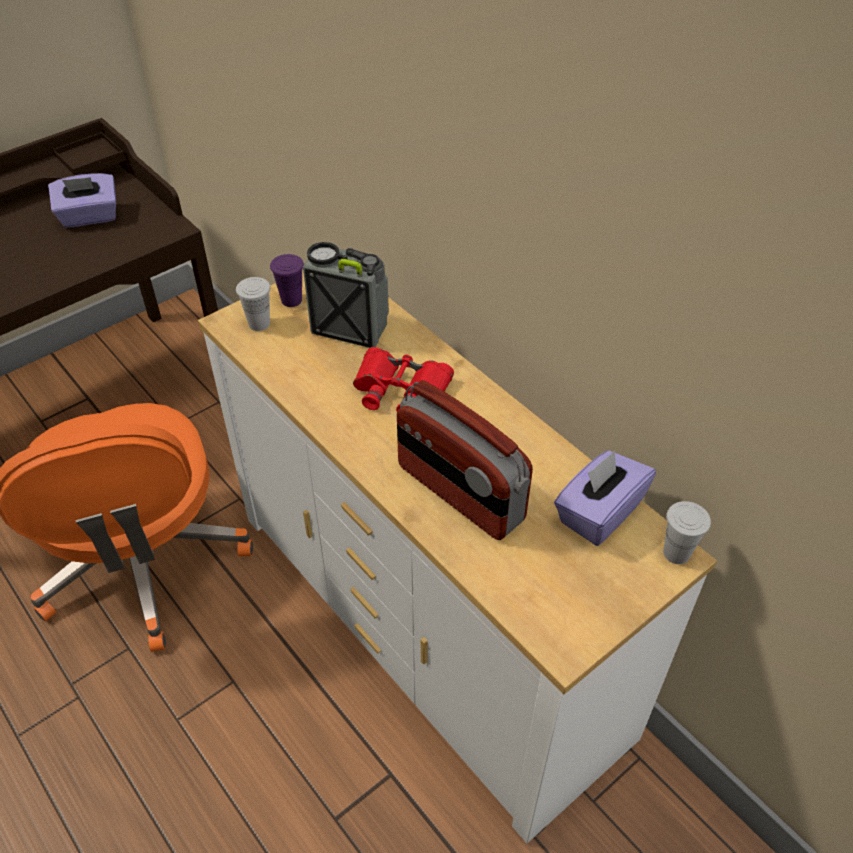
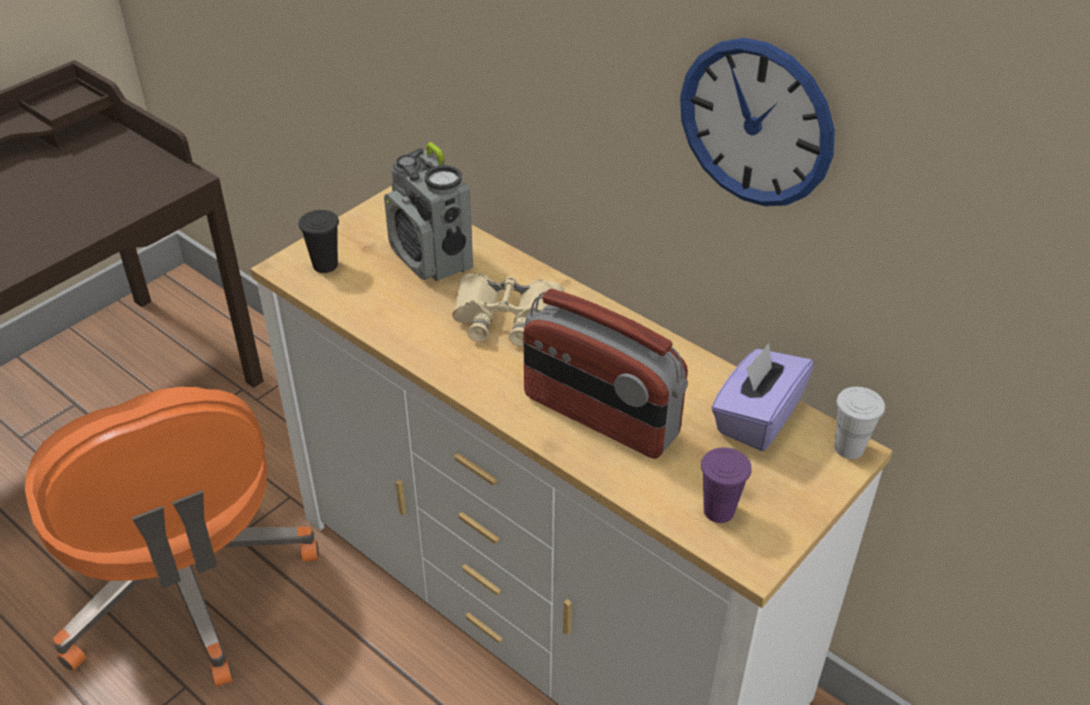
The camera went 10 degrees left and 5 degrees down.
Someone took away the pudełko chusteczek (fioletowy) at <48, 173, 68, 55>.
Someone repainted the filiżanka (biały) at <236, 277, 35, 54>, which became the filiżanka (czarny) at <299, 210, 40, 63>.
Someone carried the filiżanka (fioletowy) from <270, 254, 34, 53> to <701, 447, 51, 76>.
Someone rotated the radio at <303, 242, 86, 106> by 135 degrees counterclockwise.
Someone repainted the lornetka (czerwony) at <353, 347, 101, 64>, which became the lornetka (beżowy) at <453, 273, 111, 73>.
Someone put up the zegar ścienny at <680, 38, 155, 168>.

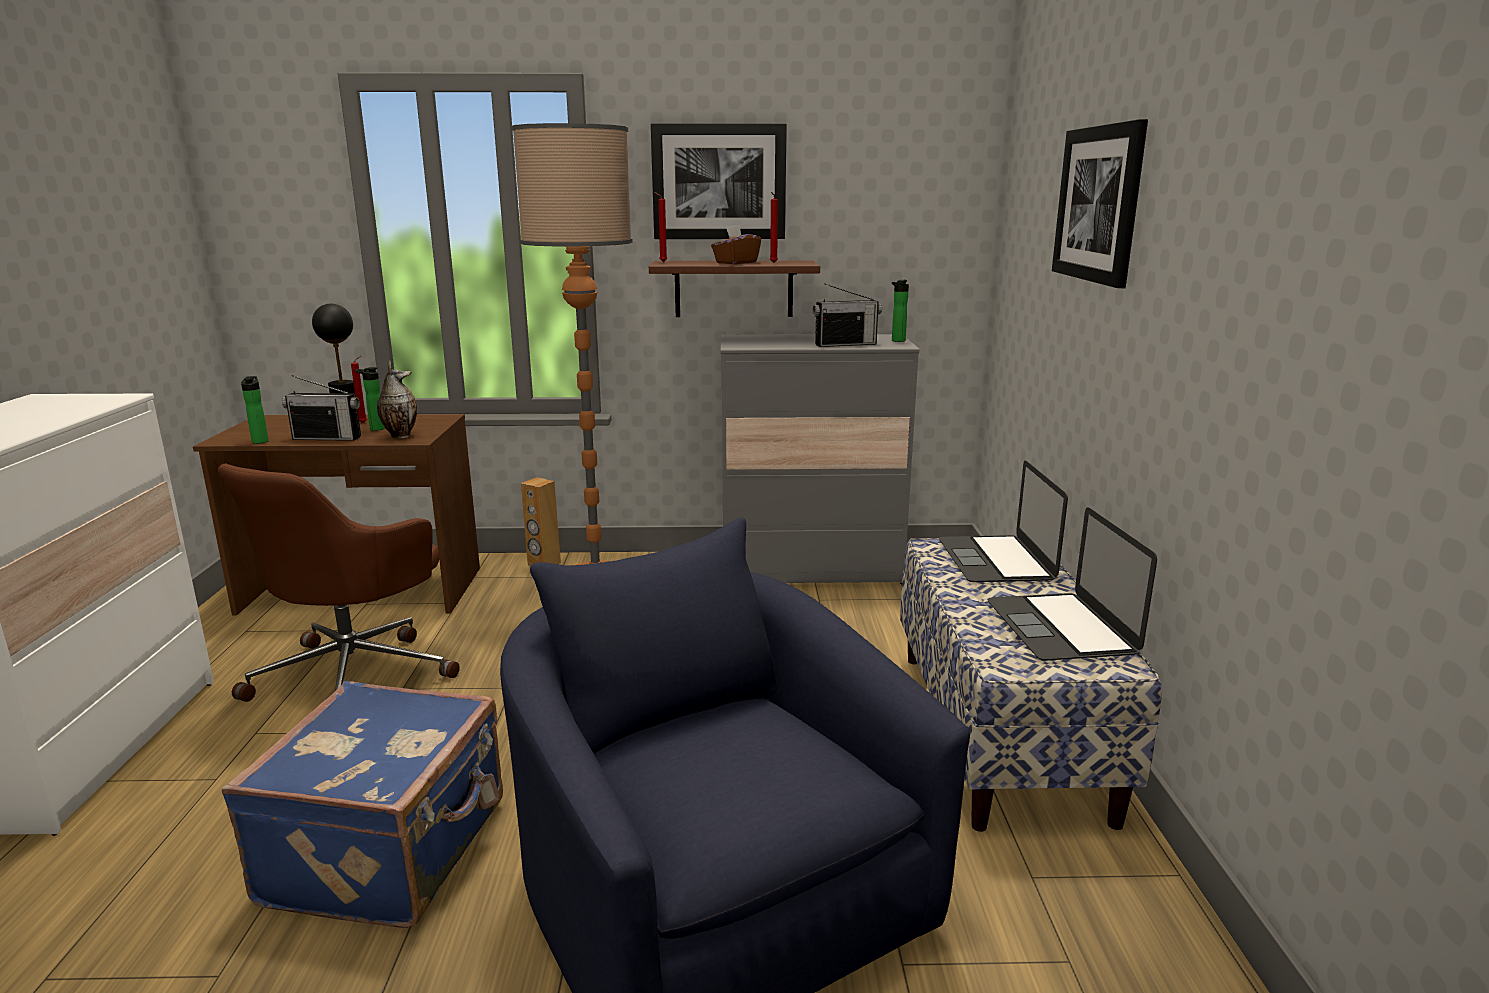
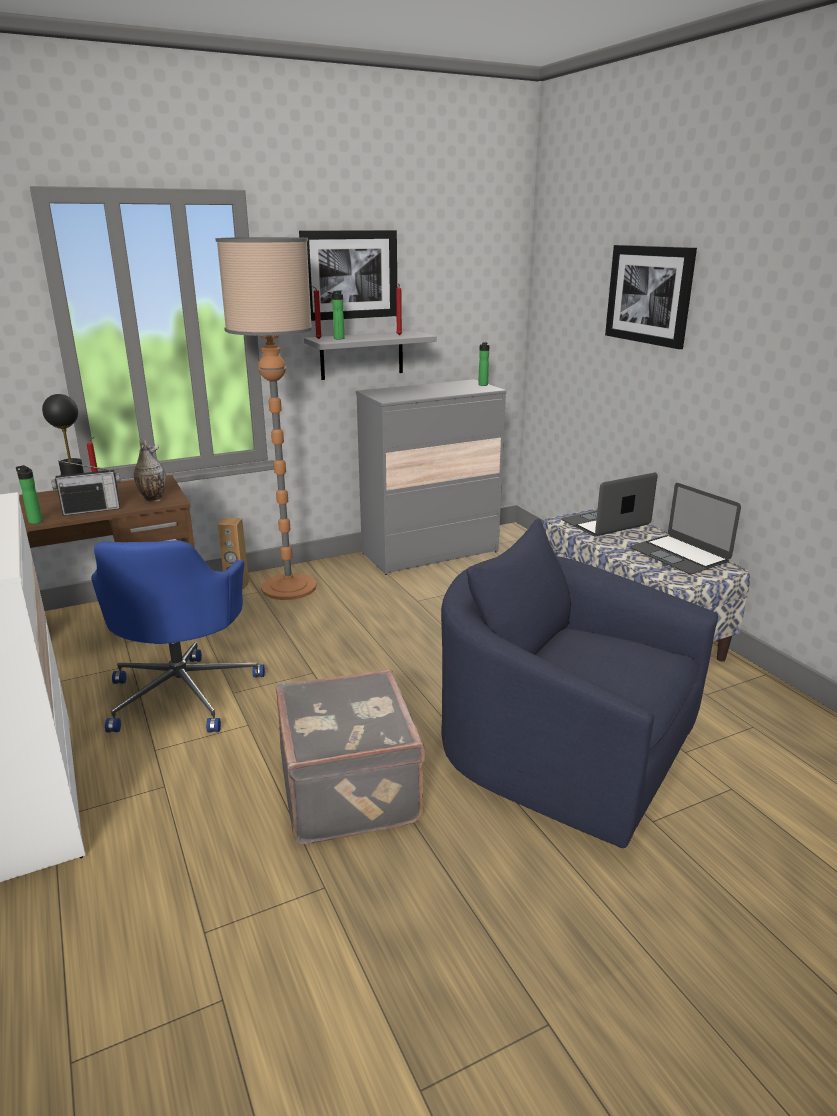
The camera went 25 degrees left and 5 degrees up.
Someone repainted the krzesło biurowe (brązowy) at <218, 464, 242, 238>, which became the krzesło biurowe (niebieski) at <91, 540, 174, 192>.
Someone repainted the walizka (niebieski) at <222, 681, 281, 247>, which became the walizka (szary) at <276, 669, 149, 175>.
Someone carried the butelka from <355, 367, 30, 64> to <328, 290, 17, 49>.
Someone repainted the półka (brązowy) at <649, 261, 171, 56>, which became the półka (szary) at <304, 331, 133, 49>.
Someone took away the pudełko chusteczek (brązowy) at <711, 225, 50, 39>.
Someone took away the radio at <812, 283, 70, 64>.
Someone rotated the laptop at <939, 461, 129, 121> by 90 degrees clockwise.

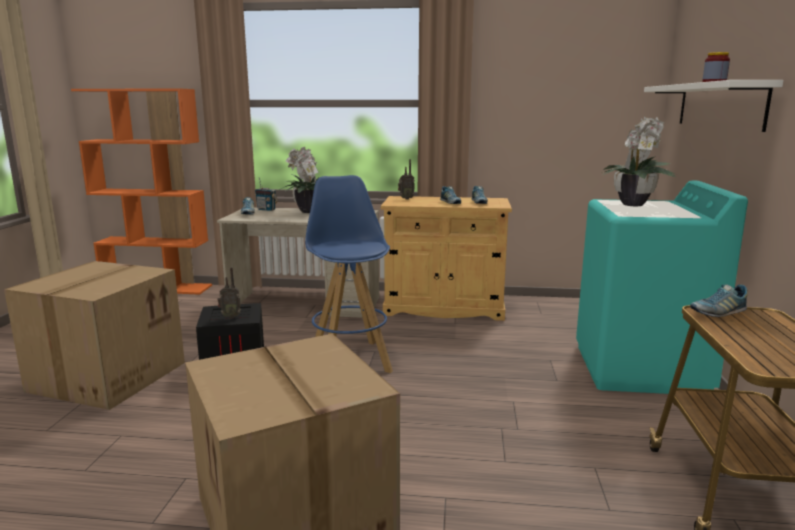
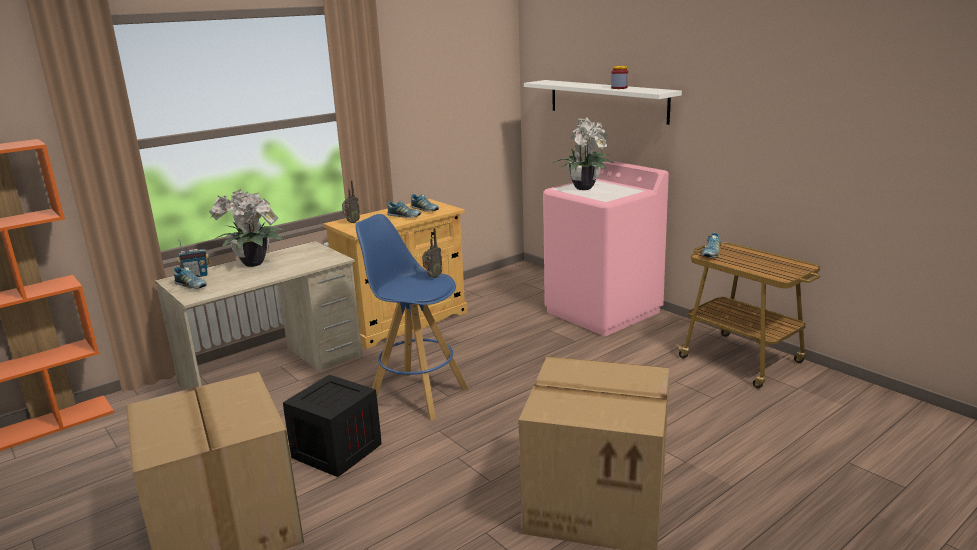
The camera went 45 degrees left and 5 degrees up.
Someone carried the radio from <218, 267, 23, 51> to <422, 228, 21, 50>.
Someone repainted the pralka (turkusowy) at <576, 181, 172, 213>, which became the pralka (różowy) at <543, 161, 126, 175>.

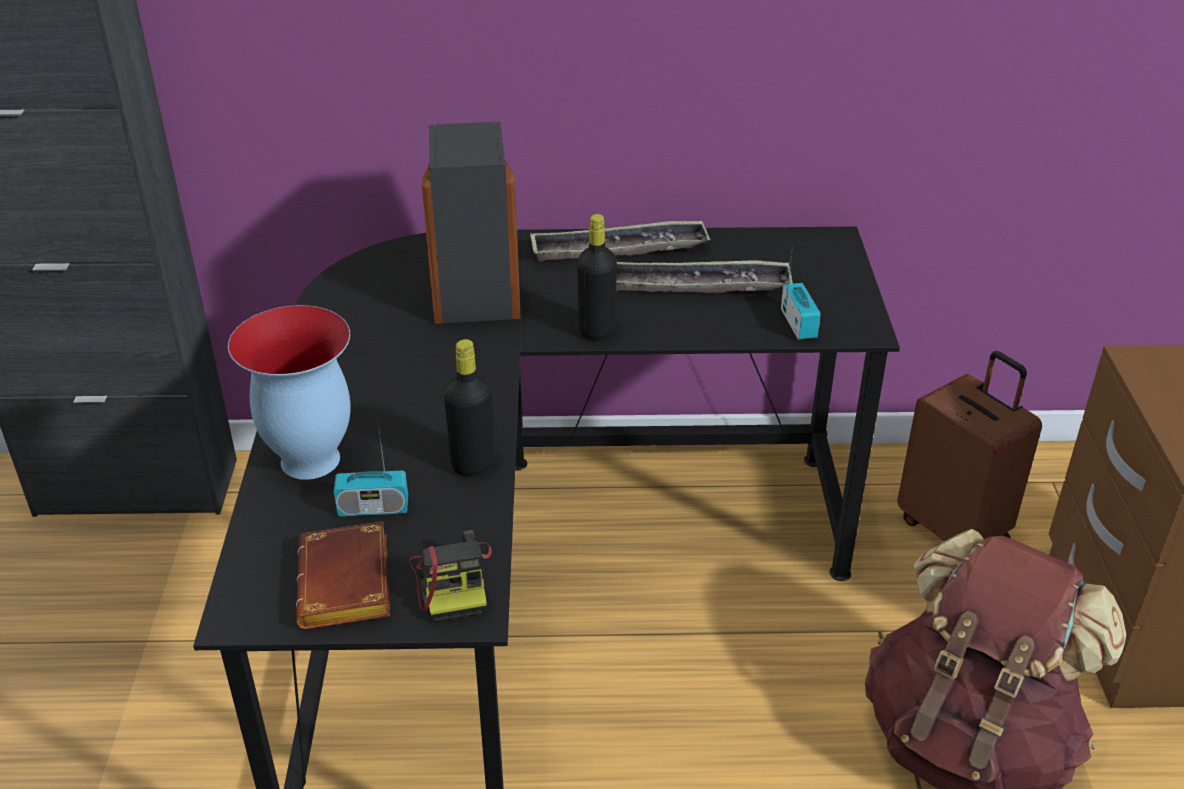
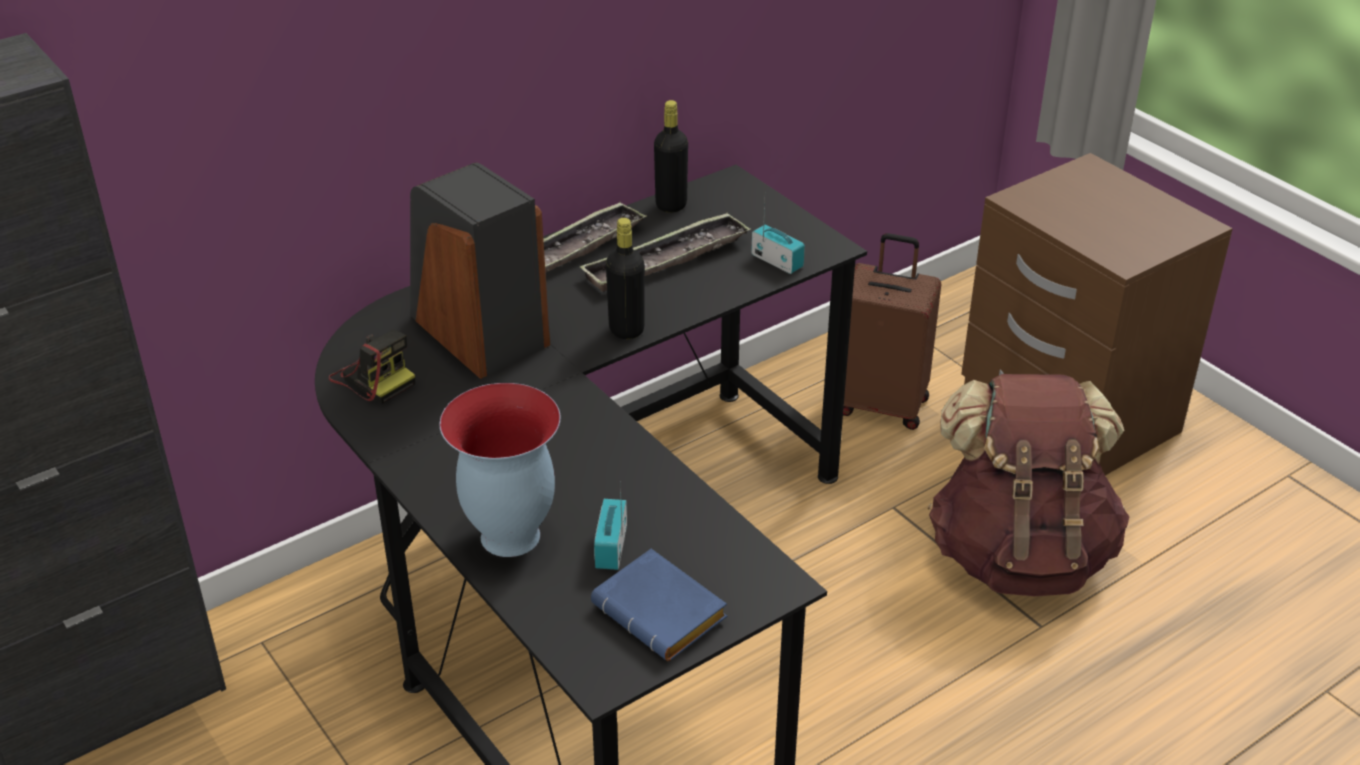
The camera went 35 degrees left and 0 degrees up.
Someone repainted the książka (brązowy) at <296, 521, 94, 108>, which became the książka (niebieski) at <591, 549, 136, 112>.
Someone rotated the radio at <334, 418, 74, 98> by 135 degrees clockwise.
Someone carried the aparat fotograficzny from <410, 530, 82, 92> to <329, 329, 86, 75>.
Someone carried the butelka (czarny) from <444, 339, 51, 138> to <654, 100, 34, 113>.

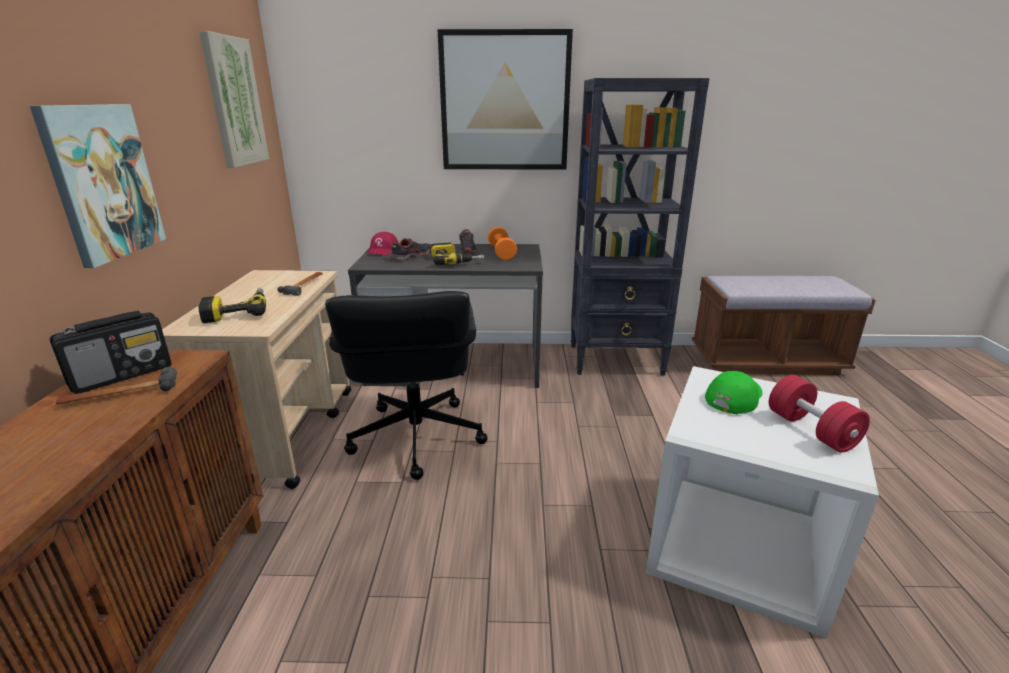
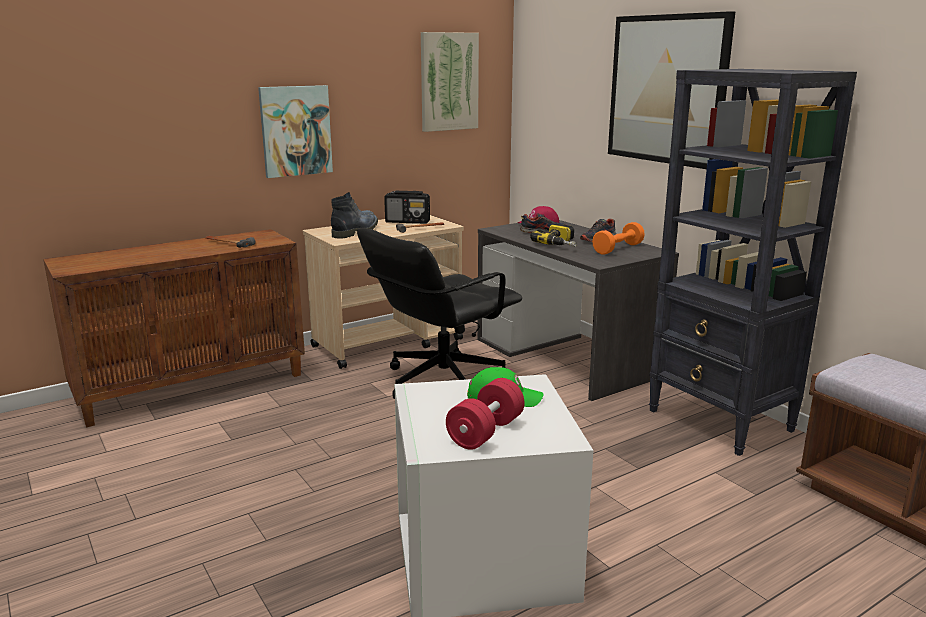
The camera went 55 degrees right and 5 degrees down.
Someone carried the radio from <49, 311, 123, 83> to <384, 191, 46, 33>.
Someone swapped the wiertarka at <198, 288, 68, 35> for the but z cholewką at <331, 192, 47, 47>.

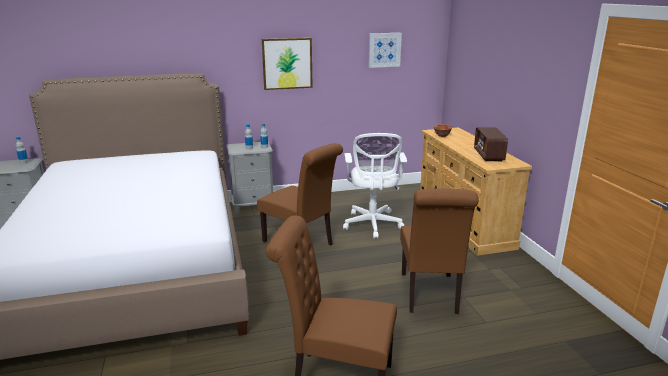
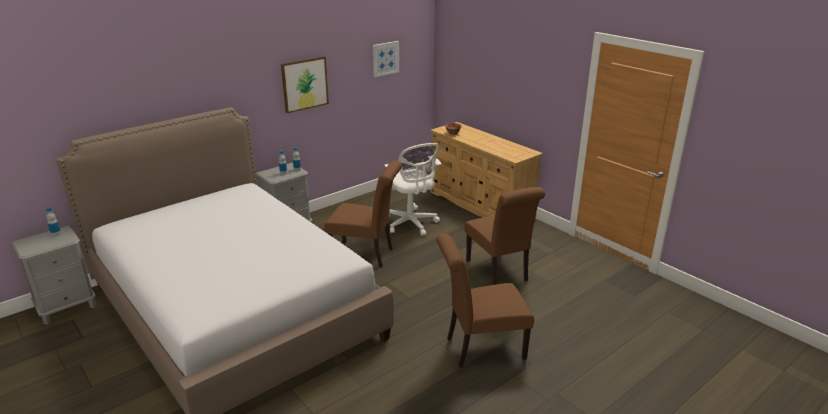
The camera went 25 degrees left and 5 degrees up.
Someone took away the radio at <474, 127, 34, 34>.

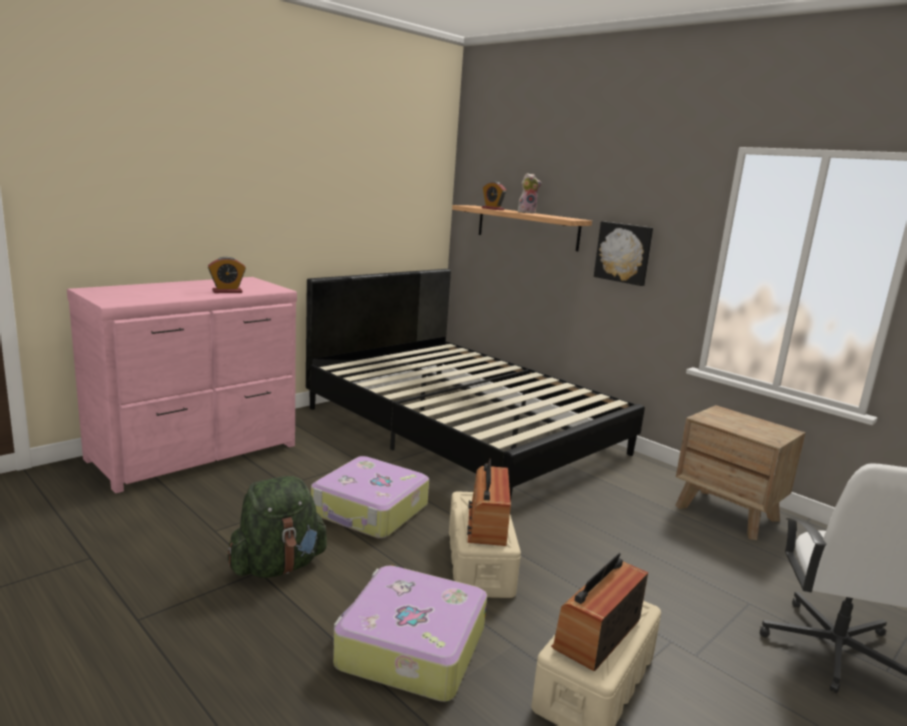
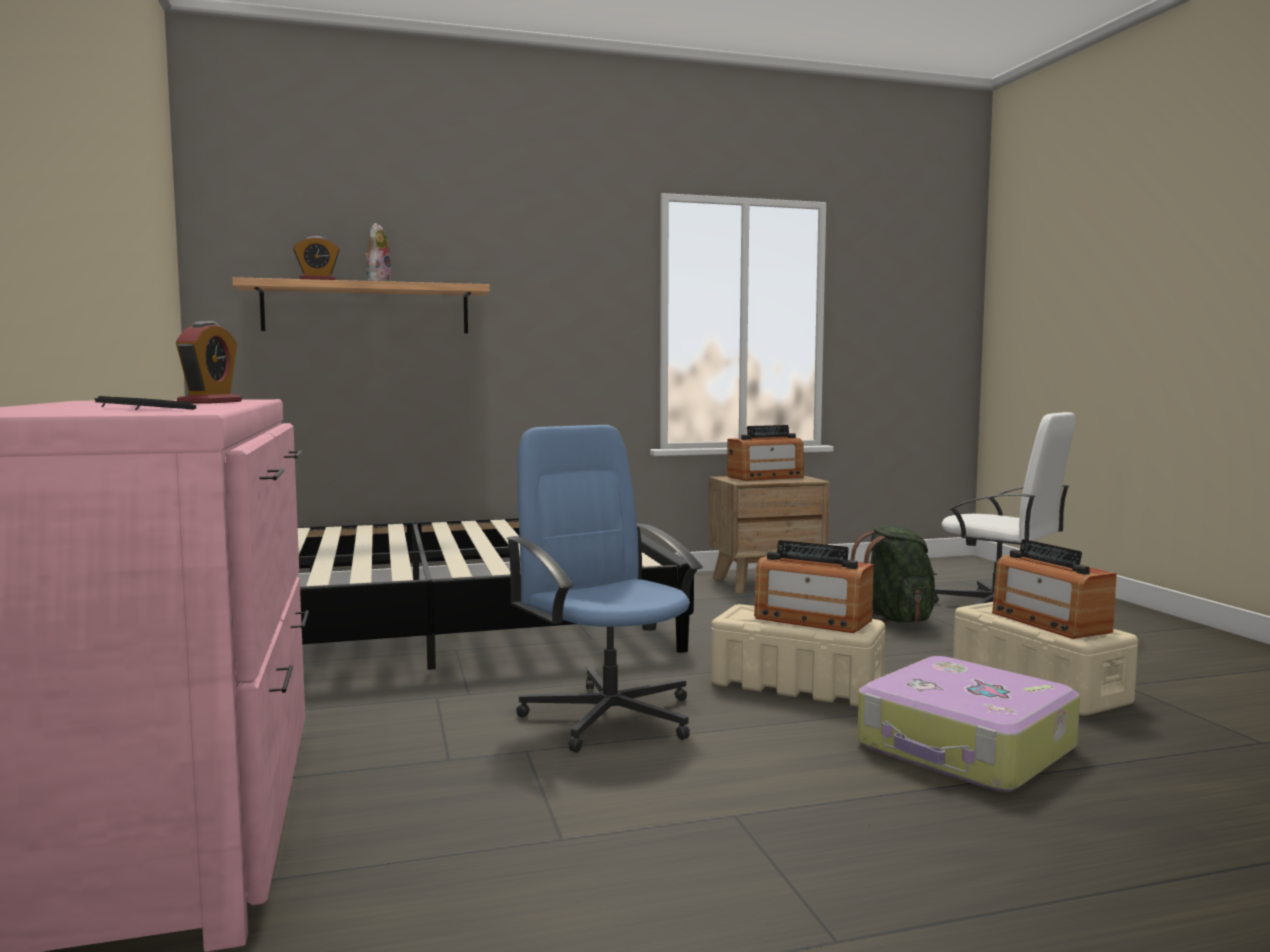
The camera went 60 degrees left and 10 degrees down.
Someone carried the plecak (zielony) from <227, 476, 100, 102> to <851, 526, 86, 97>.
Someone swapped the walizka at <311, 456, 118, 82> for the krzesło biurowe (niebieski) at <506, 425, 197, 327>.
Someone took away the obraz at <594, 221, 59, 65>.
Someone put down the klawiatura at <94, 396, 102, 14>.
Someone put down the radio at <727, 425, 77, 56>.

